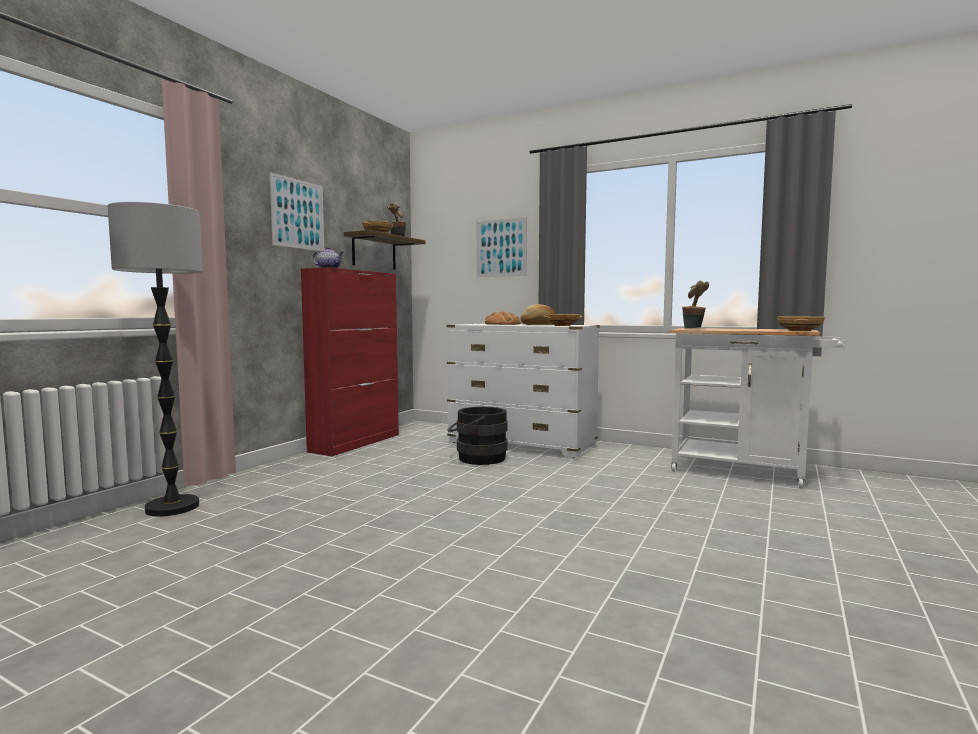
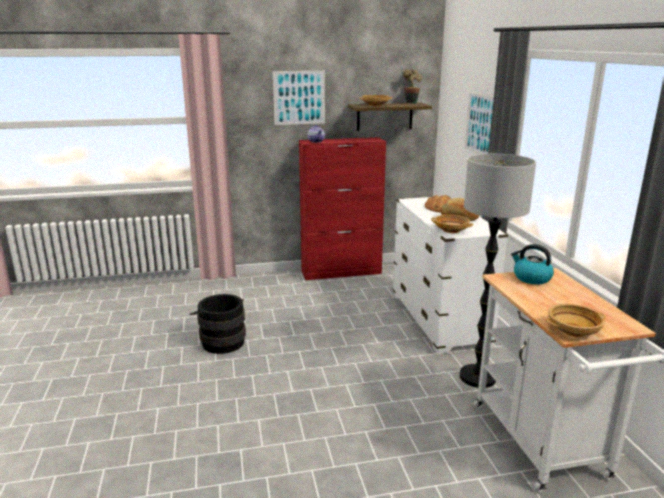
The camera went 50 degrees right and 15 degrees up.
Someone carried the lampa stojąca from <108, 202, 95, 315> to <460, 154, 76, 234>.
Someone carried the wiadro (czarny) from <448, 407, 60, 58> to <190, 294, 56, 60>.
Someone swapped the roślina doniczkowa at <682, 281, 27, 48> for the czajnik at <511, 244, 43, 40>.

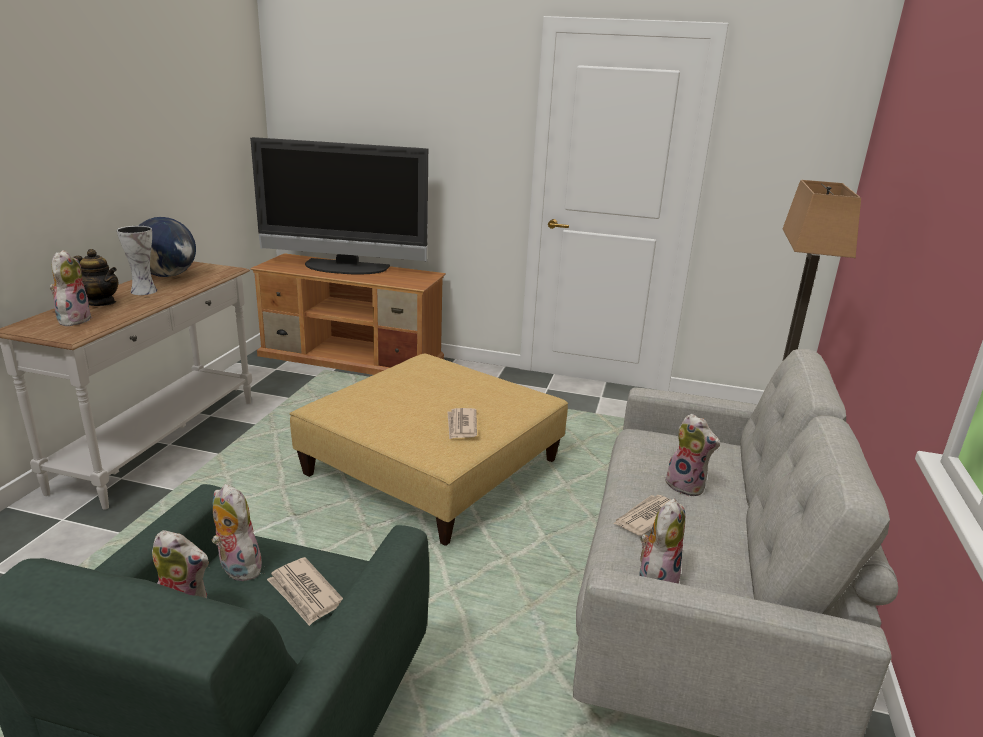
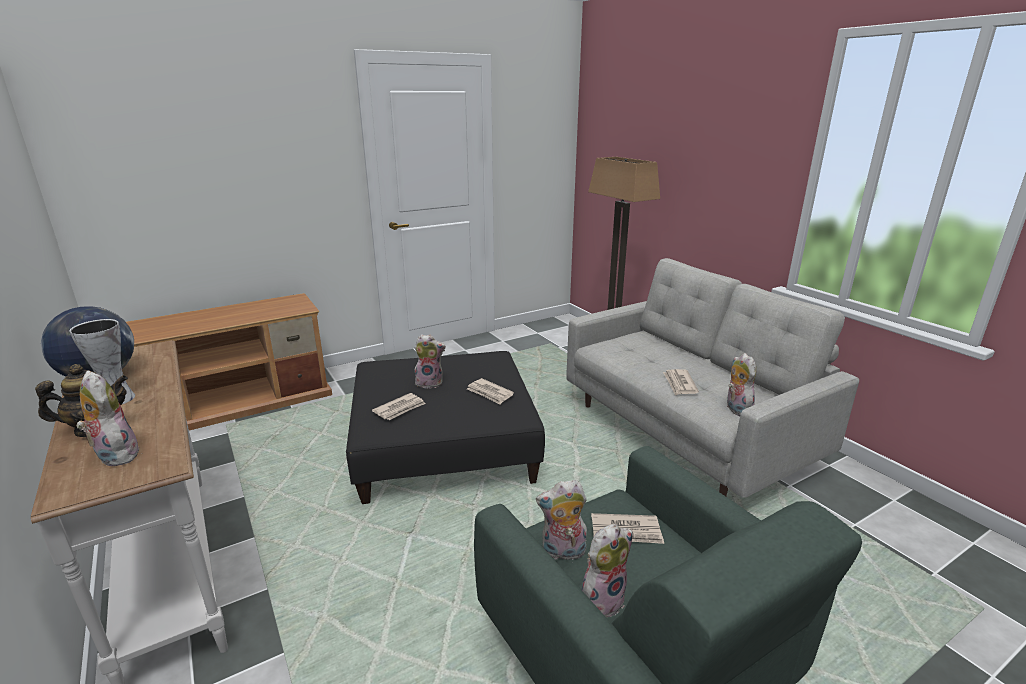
The camera went 45 degrees left and 0 degrees up.
Someone took away the telewizor at <250, 137, 178, 137>.
Someone repainted the pufa (beżowy) at <289, 354, 279, 192>, which became the pufa (czarny) at <346, 351, 199, 153>.
Someone carried the pluszak from <665, 414, 55, 83> to <415, 334, 31, 55>.
Someone put down the gazeta at <372, 393, 54, 27>.

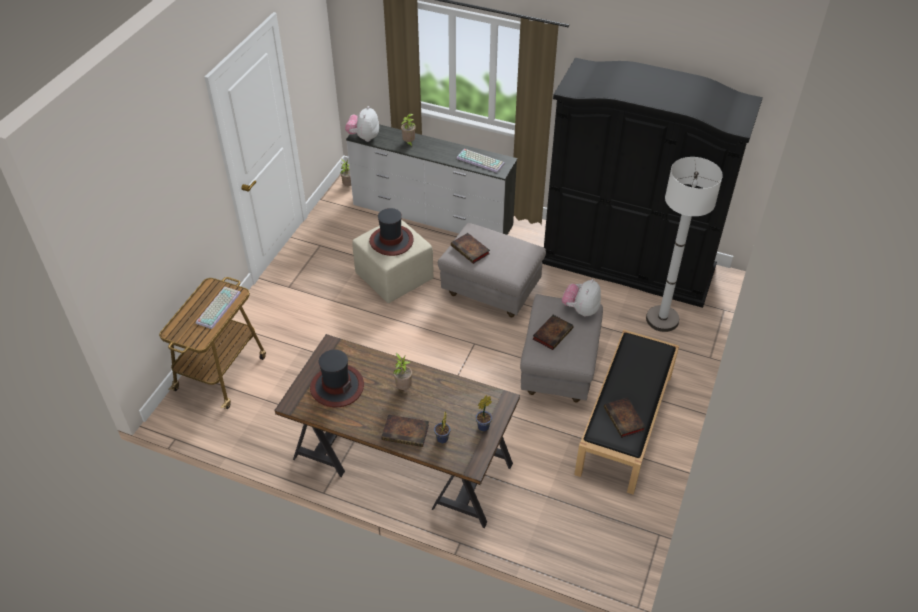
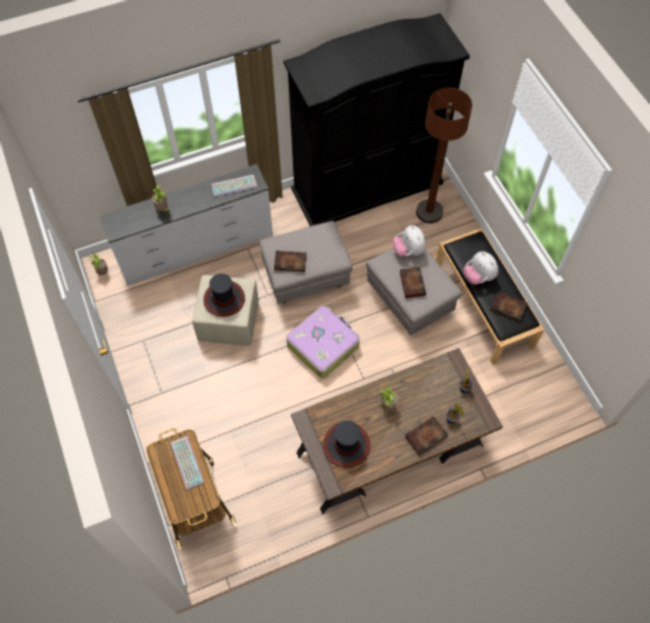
The camera went 45 degrees left and 15 degrees up.
Someone carried the pluszak from <345, 106, 34, 36> to <463, 251, 36, 34>.
Someone repainted the lampa stojąca (biały) at <646, 157, 77, 175>, which became the lampa stojąca (brązowy) at <416, 88, 56, 135>.
Someone put down the walizka at <286, 306, 74, 72>.

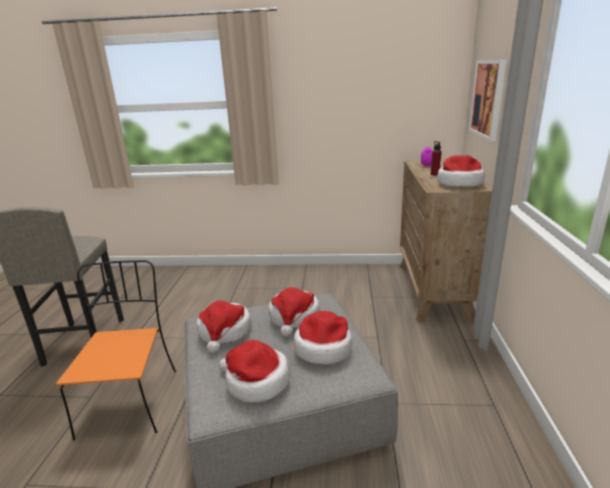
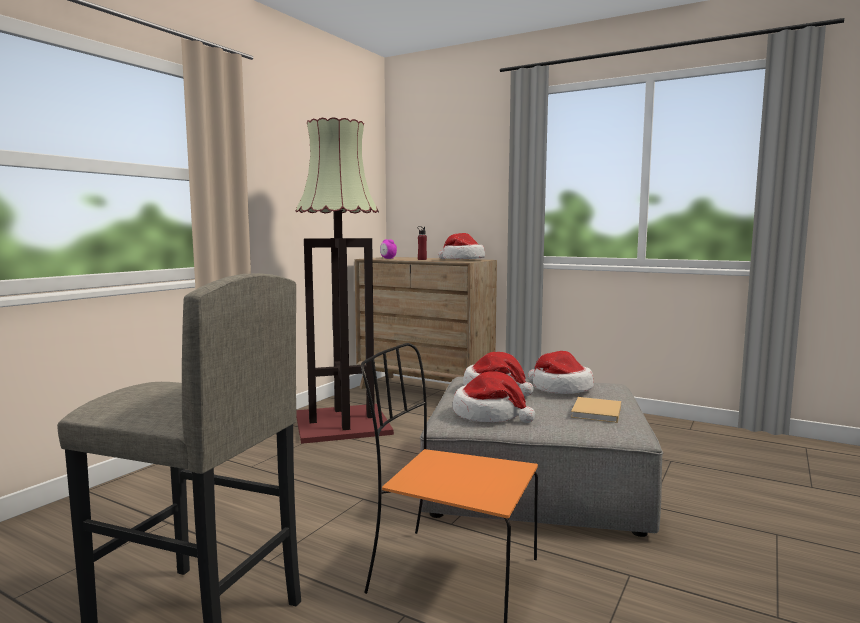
The camera went 65 degrees left and 15 degrees down.
Someone swapped the kapelusz at <219, 340, 71, 63> for the książka (beżowy) at <571, 397, 50, 26>.
Someone took away the obraz at <469, 60, 38, 81>.
Someone put down the lampa stojąca at <296, 117, 98, 327>.

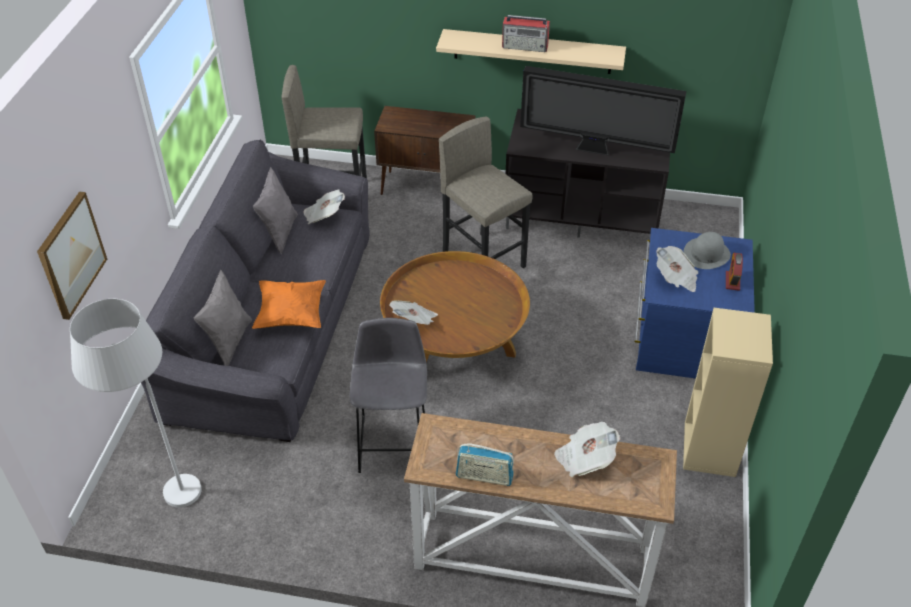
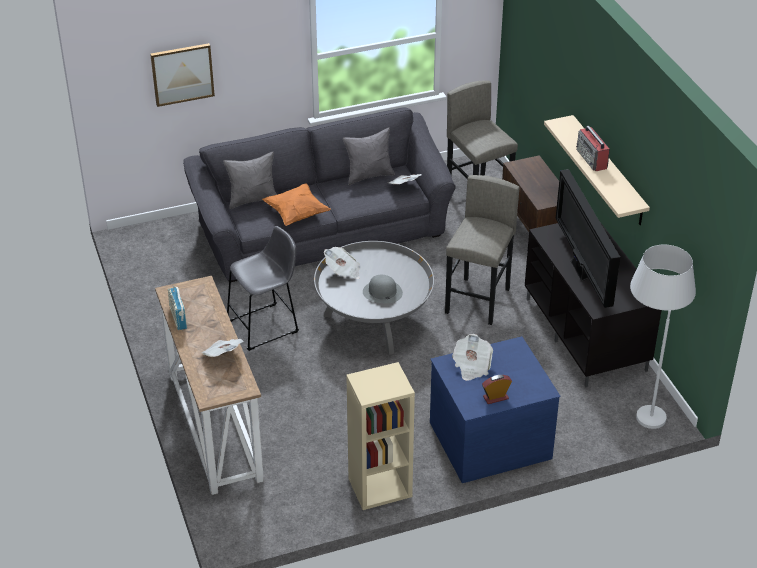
The camera went 60 degrees right and 5 degrees down.
Someone carried the lampa stojąca (biały) from <70, 299, 132, 209> to <630, 245, 66, 184>.
Someone repainted the ława (brązowy) at <380, 251, 150, 111>, which became the ława (szary) at <314, 241, 120, 114>.
Someone carried the kapelusz (szary) from <683, 232, 48, 37> to <363, 275, 40, 29>.

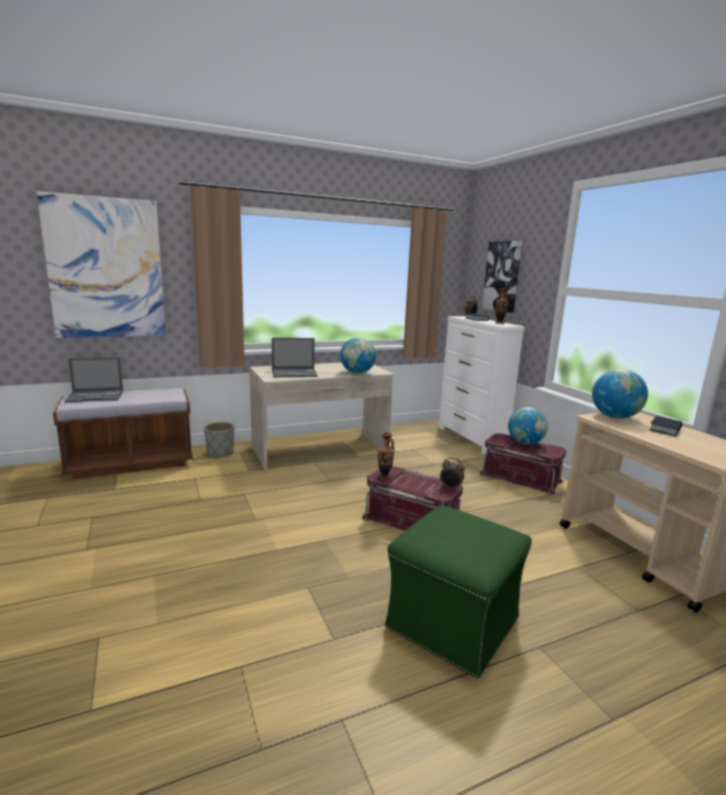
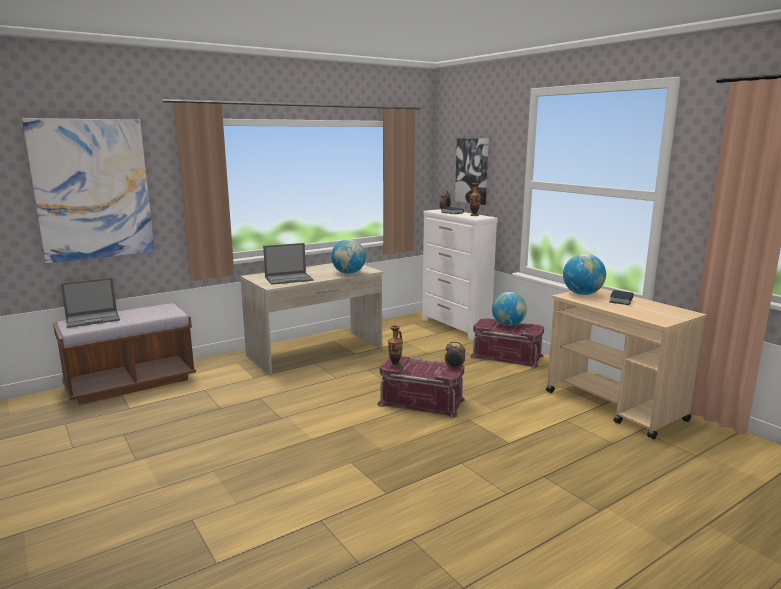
The camera went 10 degrees left and 0 degrees up.
Someone took away the donica (szary) at <204, 422, 30, 37>.
Someone took away the pufa (zielony) at <385, 505, 147, 174>.

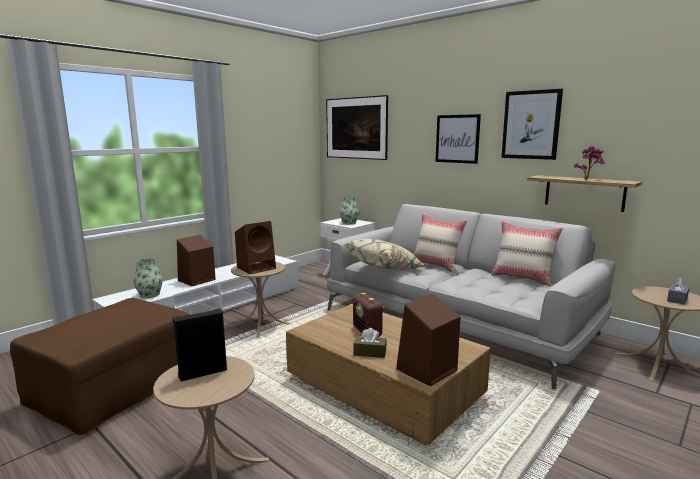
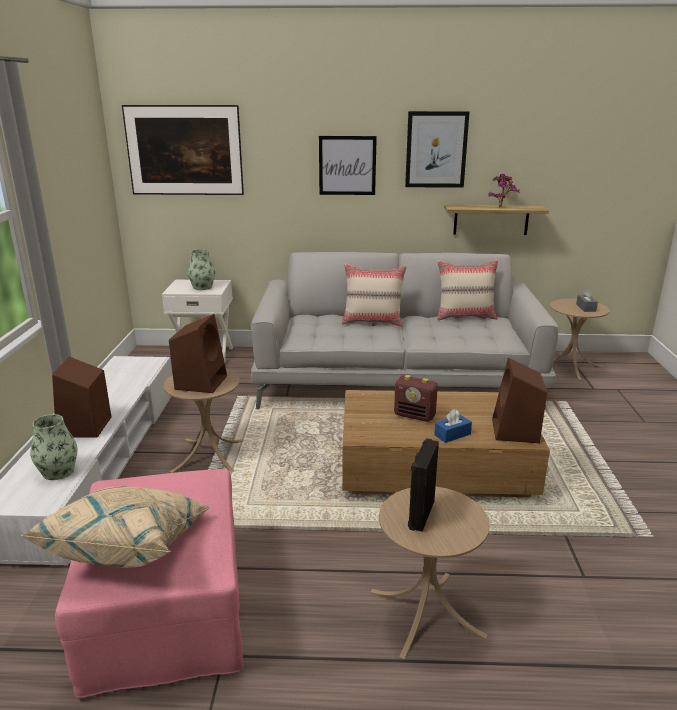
The camera went 40 degrees left and 10 degrees up.
Someone repainted the pufa (brązowy) at <10, 298, 180, 137>, which became the pufa (różowy) at <55, 469, 189, 229>.
Someone carried the poduszka (beżowy) from <344, 239, 82, 31> to <21, 486, 190, 82>.
Someone repainted the pudełko chusteczek (brązowy) at <353, 328, 34, 30>, which became the pudełko chusteczek (niebieski) at <434, 409, 38, 34>.

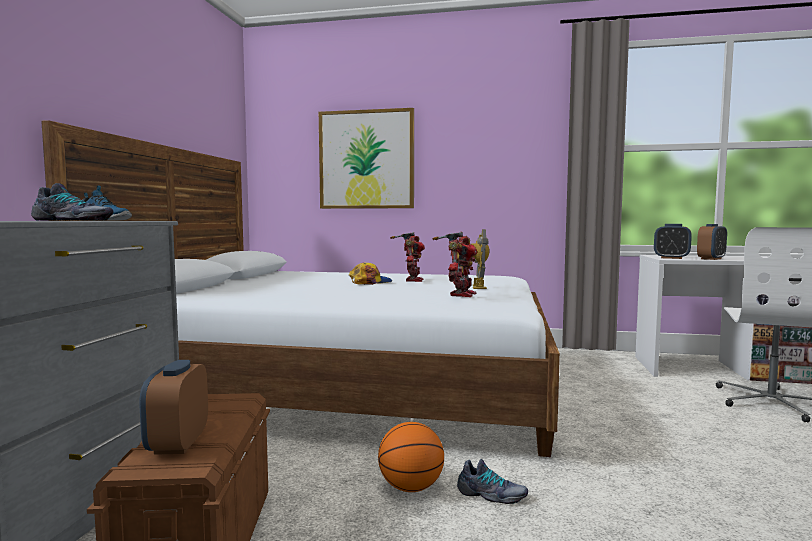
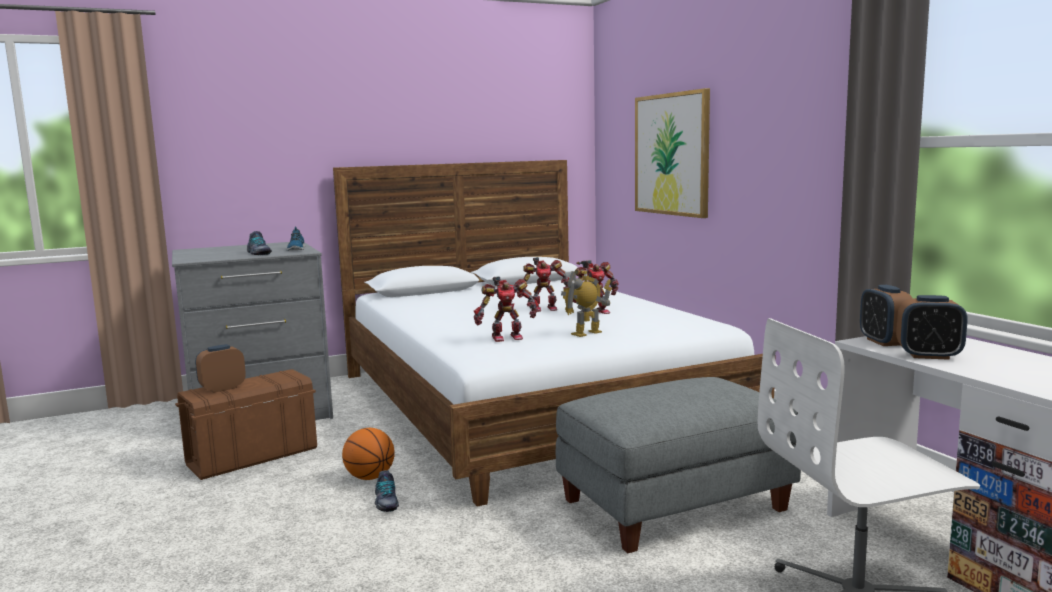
The camera went 55 degrees right and 5 degrees up.
Someone swapped the czapka z daszkiem at <349, 262, 43, 23> for the robot zabawkowy at <517, 257, 52, 55>.
Someone put down the pufa (szary) at <556, 377, 245, 176>.

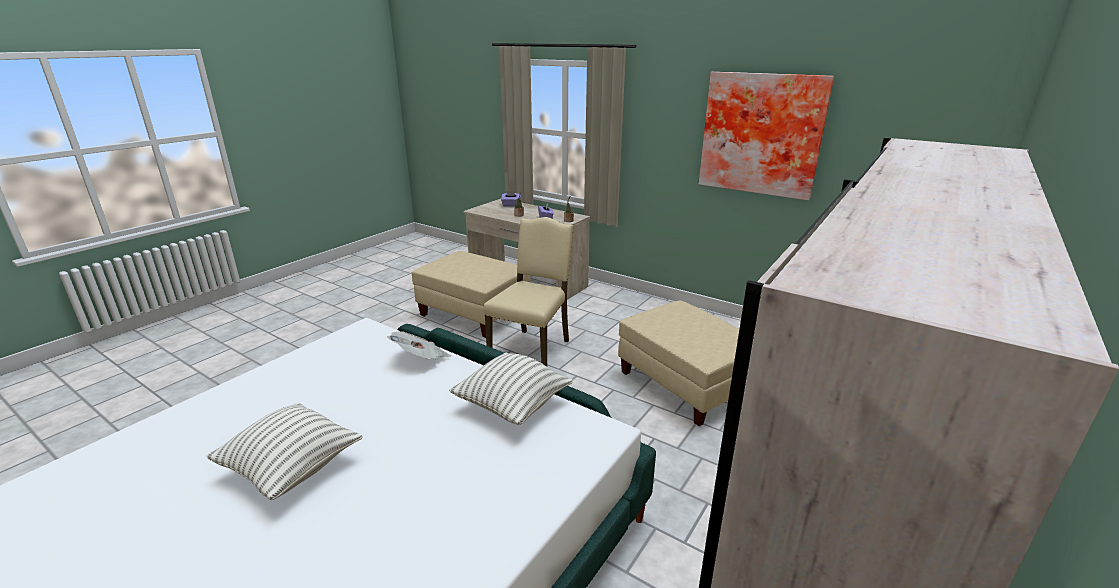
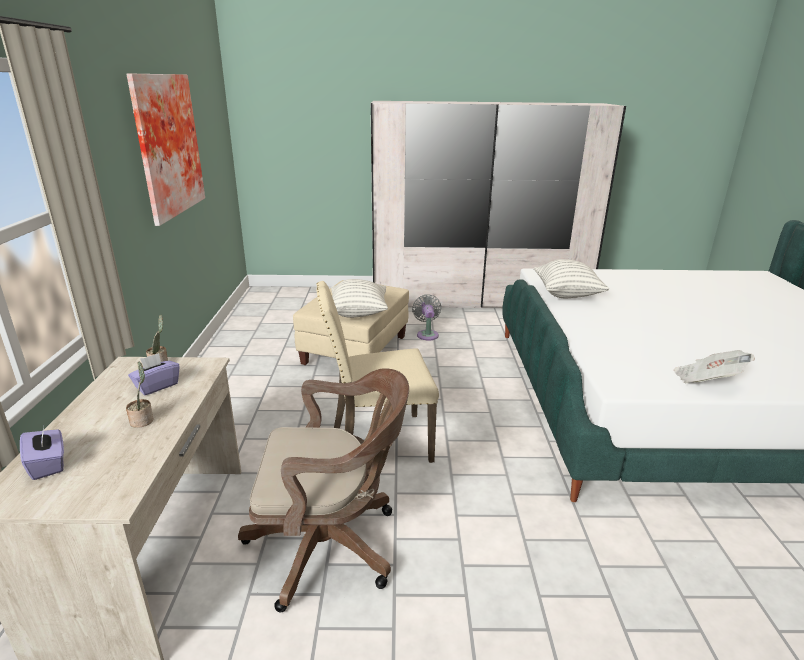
The camera went 125 degrees left and 0 degrees up.
Someone carried the poduszka from <206, 403, 157, 97> to <331, 279, 57, 39>.
Someone carried the gazeta from <387, 331, 64, 29> to <674, 350, 81, 33>.
Someone swapped the pufa (beżowy) at <412, 251, 118, 87> for the krzesło biurowe (brązowy) at <238, 368, 171, 245>.
Someone put down the wentylator (szary) at <412, 294, 30, 47>.

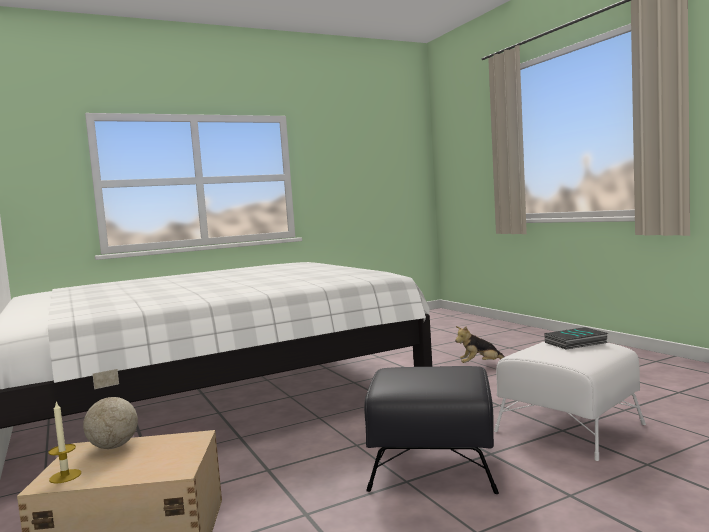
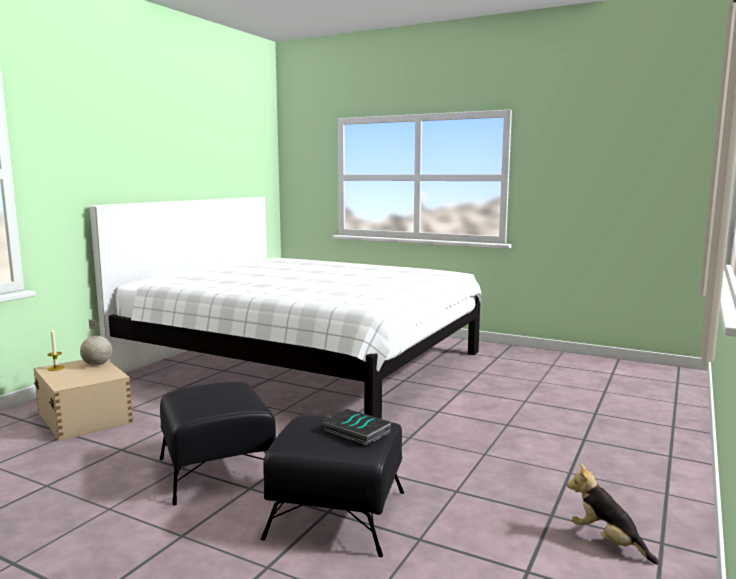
The camera went 55 degrees right and 5 degrees up.
Someone carried the pluszak from <455, 326, 49, 37> to <567, 463, 92, 101>.
Someone repainted the pufa (biały) at <494, 341, 152, 120>, which became the pufa (czarny) at <261, 414, 143, 143>.

